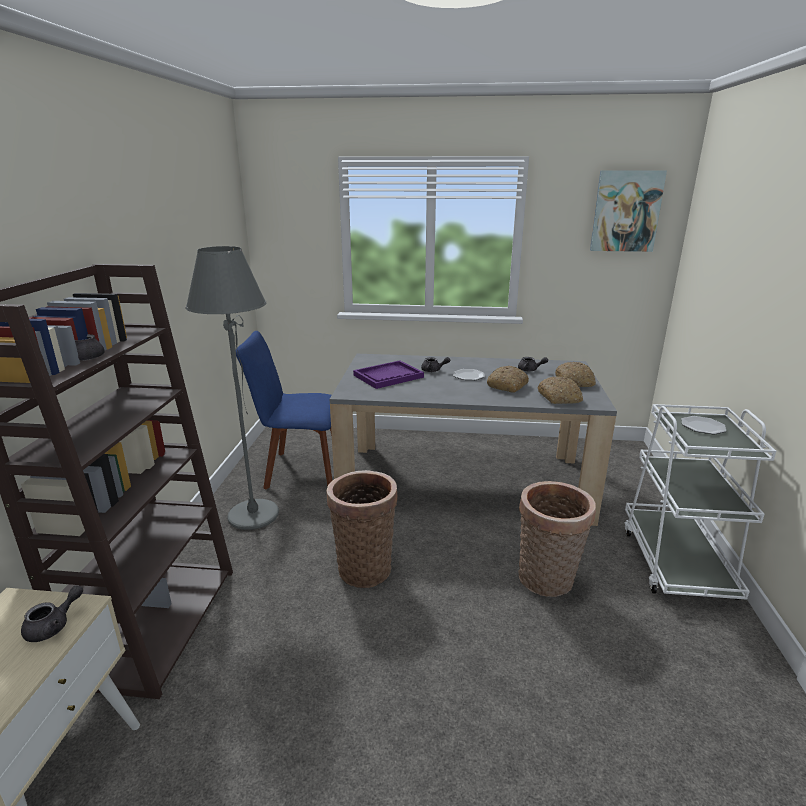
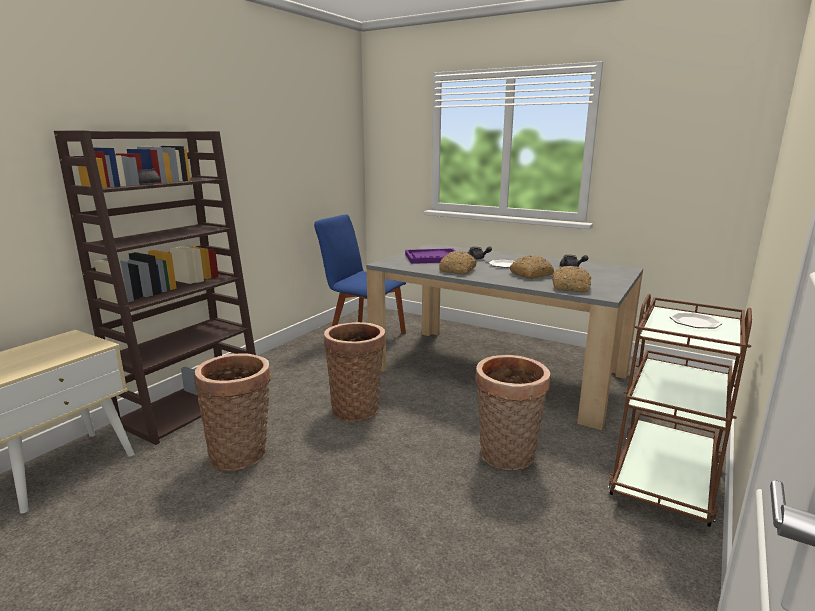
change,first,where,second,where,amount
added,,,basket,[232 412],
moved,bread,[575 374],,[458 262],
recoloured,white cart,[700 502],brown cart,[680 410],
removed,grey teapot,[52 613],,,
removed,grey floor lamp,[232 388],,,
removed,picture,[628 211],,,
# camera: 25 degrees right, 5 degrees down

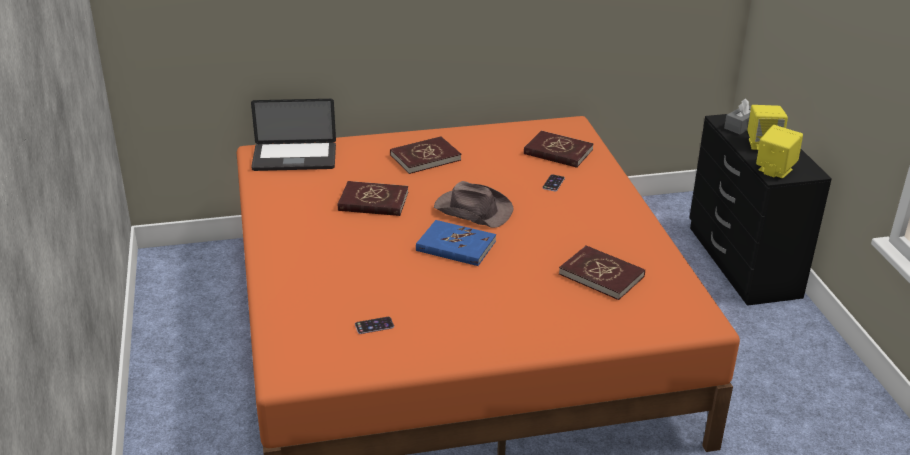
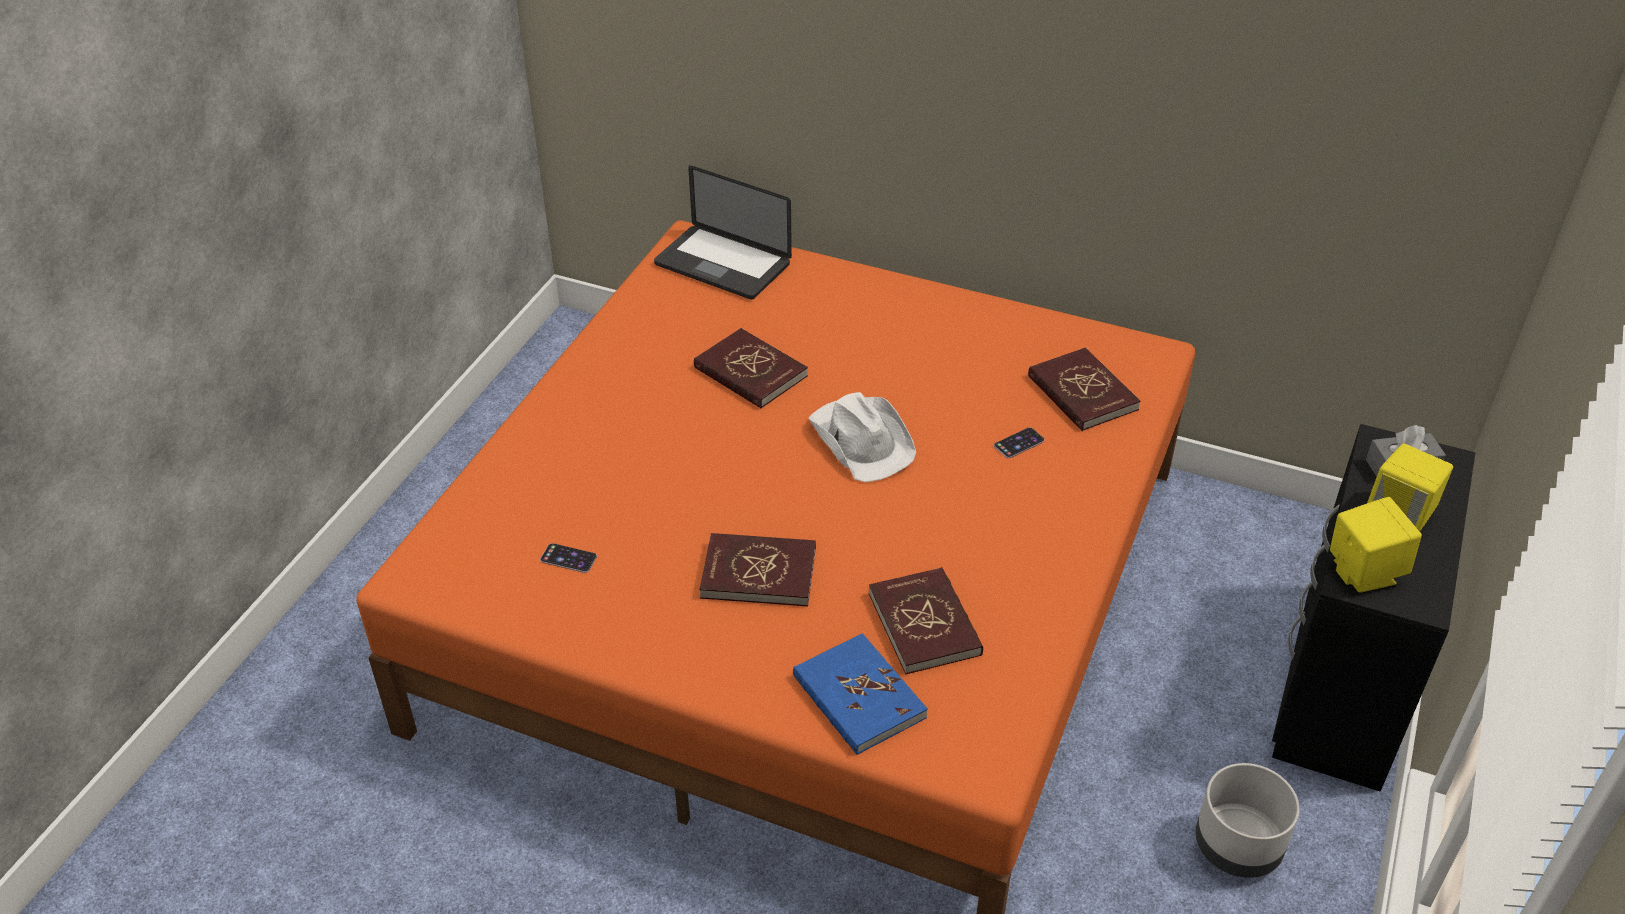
change,first,where,second,where,amount
moved,red book,[425 155],,[757 569],
moved,blue book,[456 243],,[860 694],
recoloured,brown hat,[474 204],white hat,[862 437],
added,,,grey planter,[1247 820],
# camera: 35 degrees right, 10 degrees up

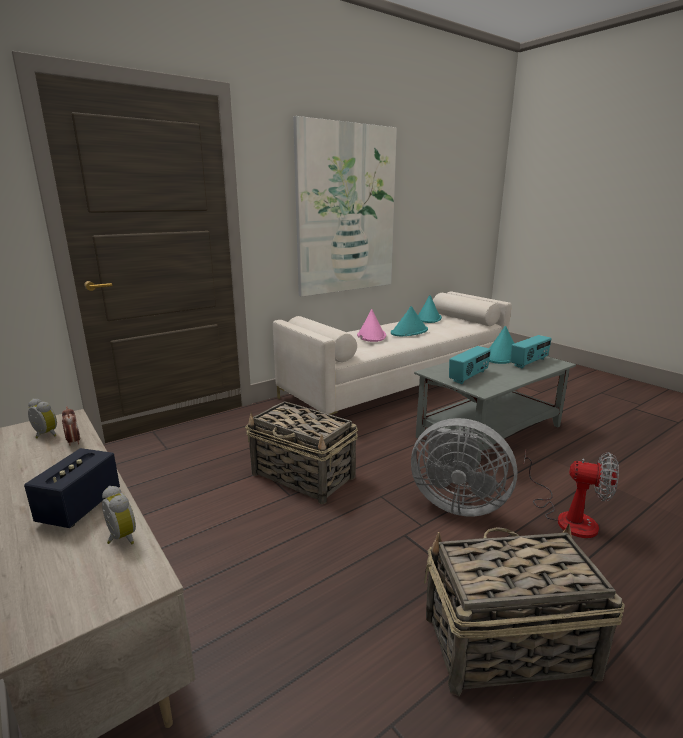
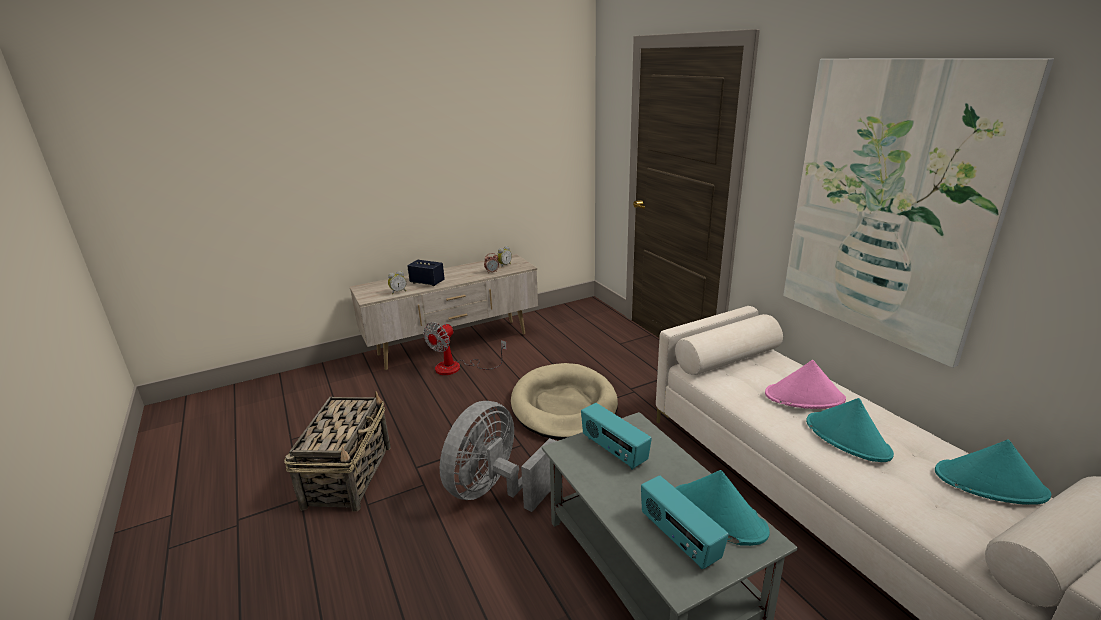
change,first,where,second,where,amount
moved,fan,[571 494],,[465 348],
replaced,basket,[301 452],beige dog bed,[564 401],
# camera: 100 degrees right, 5 degrees up

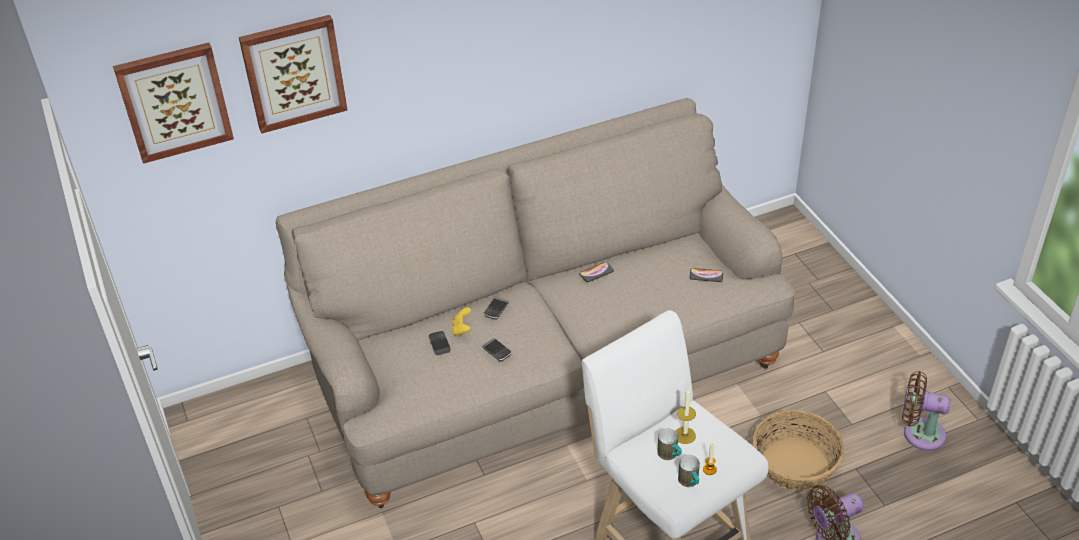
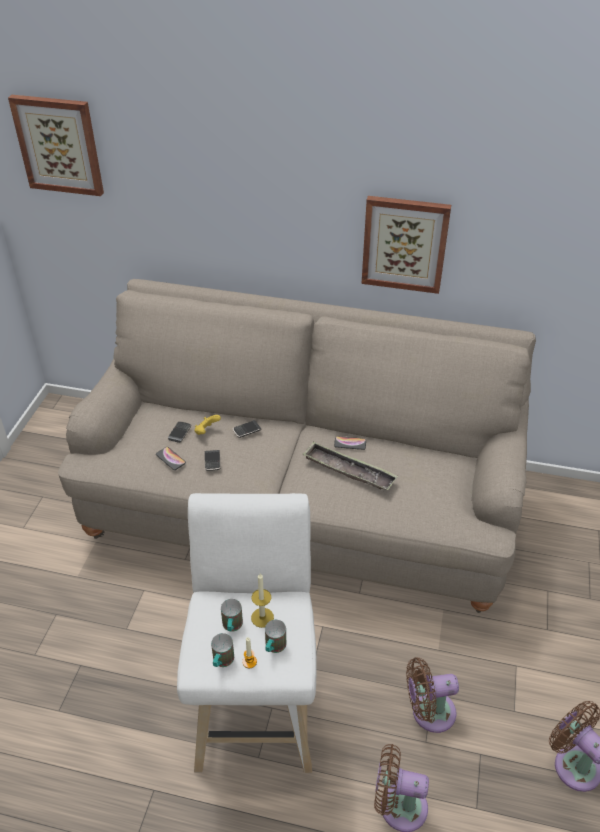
change,first,where,second,where,amount
moved,phone,[706 275],,[171 458],
added,,,mug,[275 636],
added,,,tray,[350 466],
moved,picture,[293 74],,[406 245],
replaced,basket,[798 450],brown fan,[432 695],
# camera: 35 degrees right, 0 degrees up

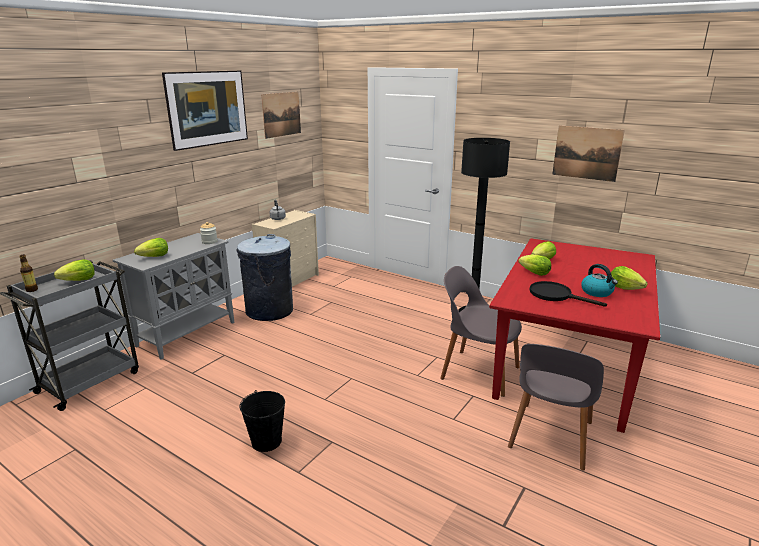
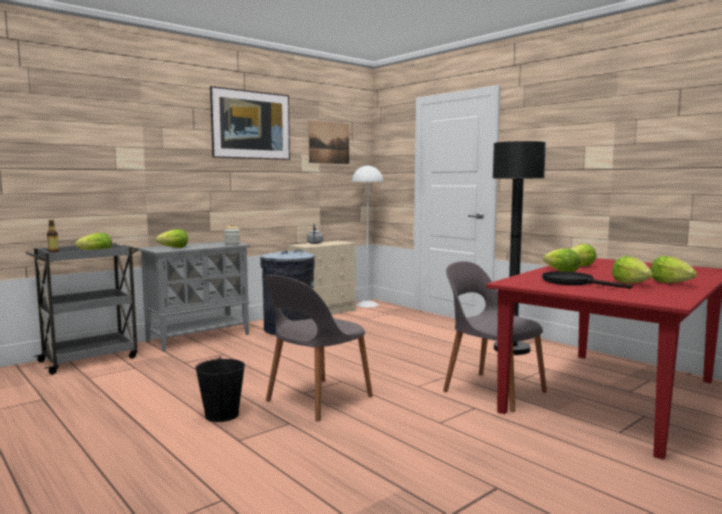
change,first,where,second,where,amount
moved,grey chair,[556 407],,[318 348],
added,,,white floor lamp,[367 236],
replaced,kettle,[599 280],lettuce,[632 270],
removed,picture,[588 154],,,
# camera: 15 degrees right, 15 degrees down

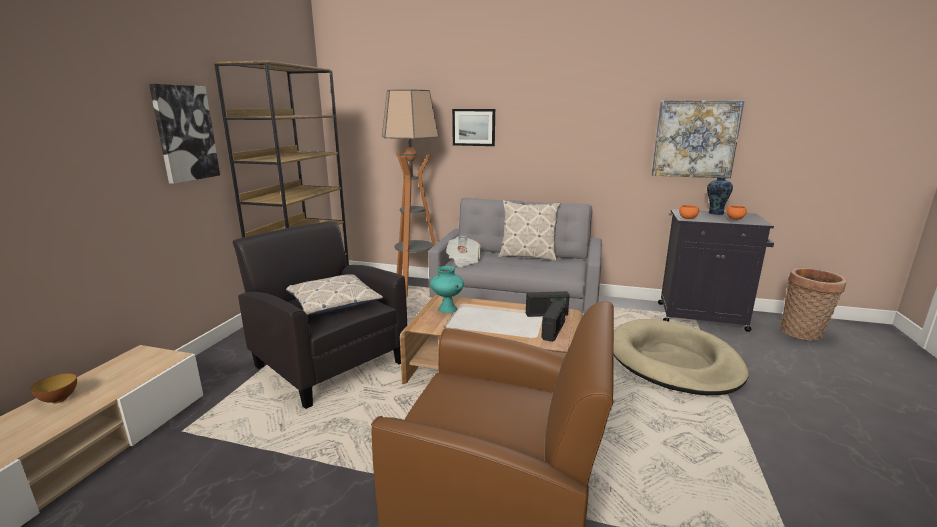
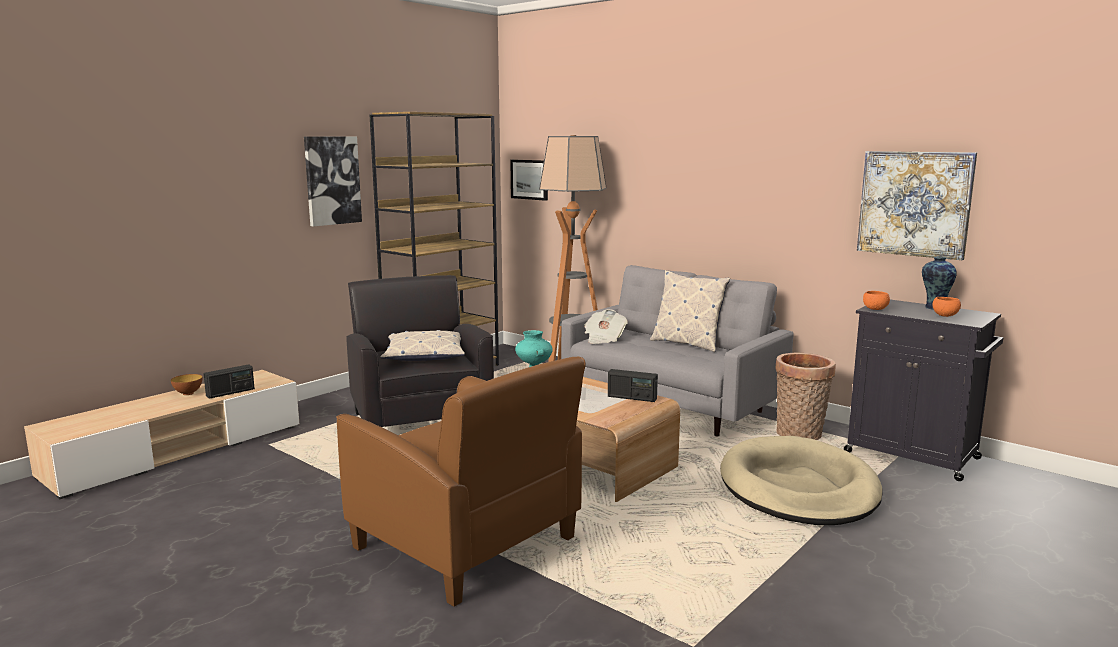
change,first,where,second,where,amount
moved,radio,[553 321],,[229 381],
moved,picture,[473 127],,[529 180],
moved,basket,[813 304],,[805 396],
# camera: 25 degrees right, 5 degrees down

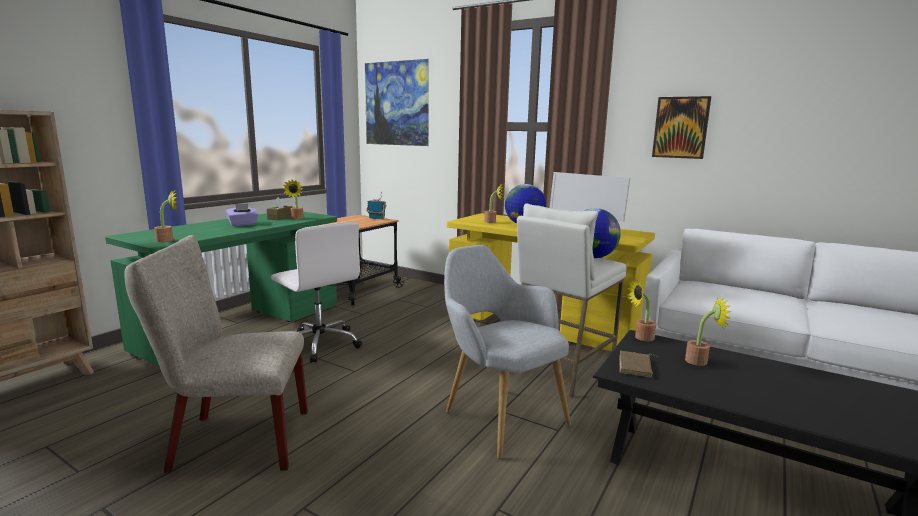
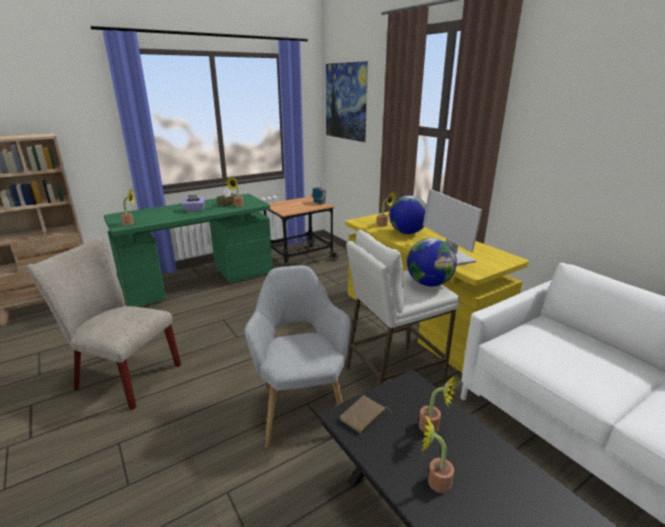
change,first,where,second,where,amount
moved,potted plant,[641 310],,[437 453],
removed,white office chair,[316 292],,,
removed,picture,[681 127],,,
# camera: 25 degrees right, 10 degrees up

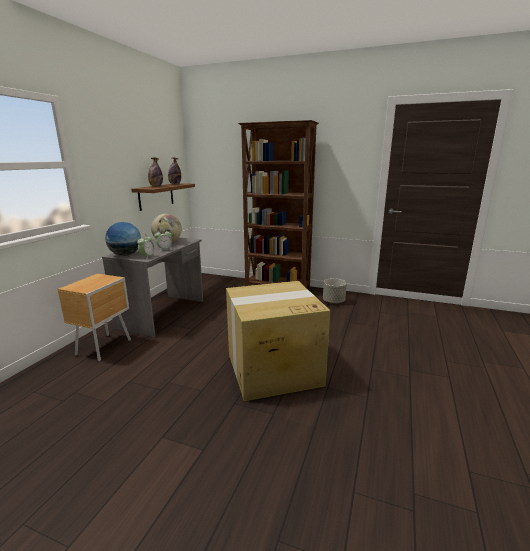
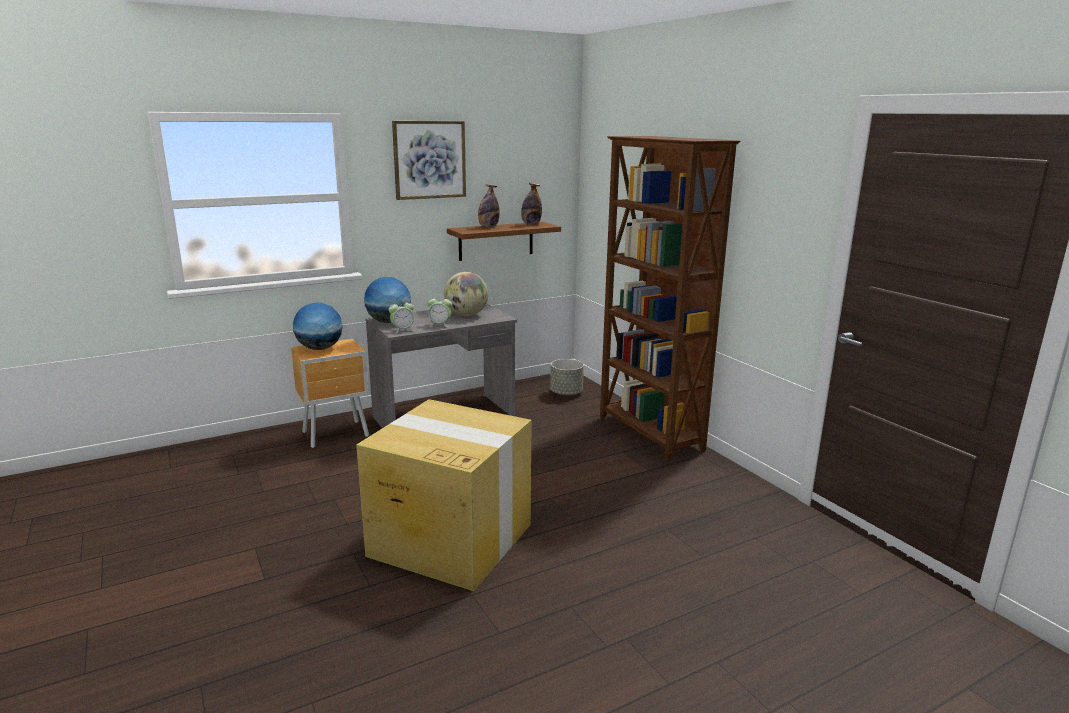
change,first,where,second,where,amount
added,,,globe,[318 326],
added,,,picture,[429 160],
moved,grey planter,[335 291],,[567 377],
# camera: 40 degrees right, 0 degrees up

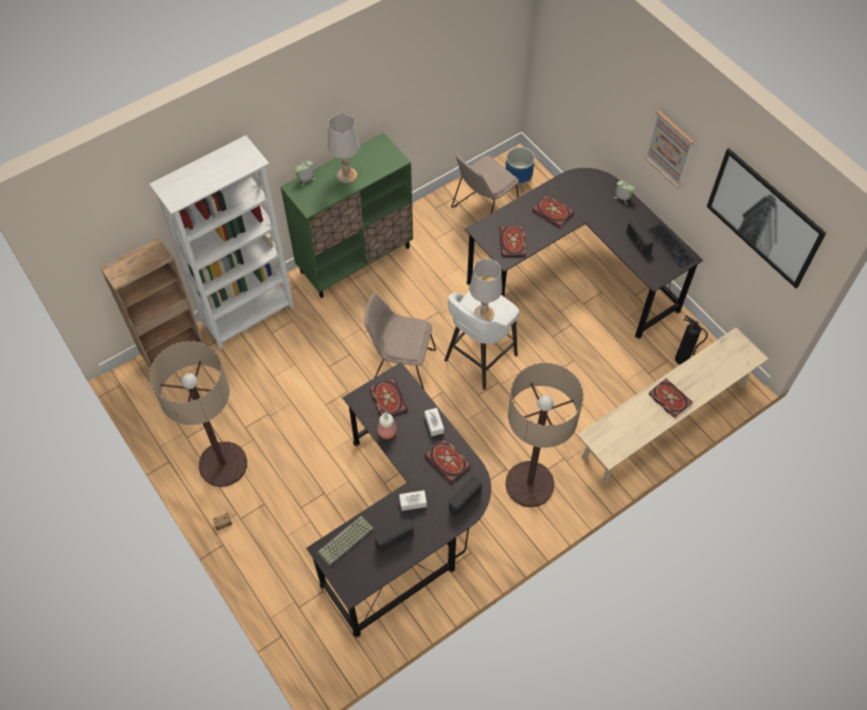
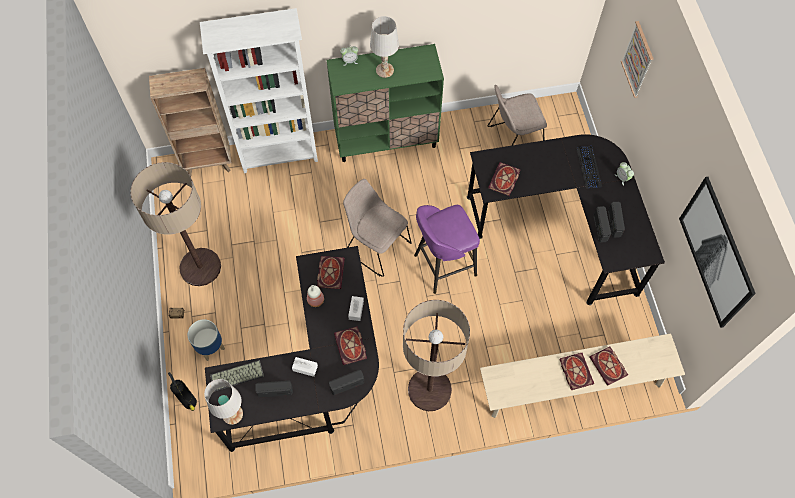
change,first,where,second,where,amount
moved,fire extinguisher,[691 340],,[182 391],
moved,planter,[520 170],,[206 340],
moved,white table lamp,[486 290],,[223 402],
recoloured,white stool,[481 340],purple stool,[447 249],
moved,keyboard,[670 244],,[589 167],
moved,book,[552 211],,[609 366],
added,,,radio,[602 224],
moved,picture,[669 150],,[637 59],
# camera: 25 degrees right, 5 degrees up

